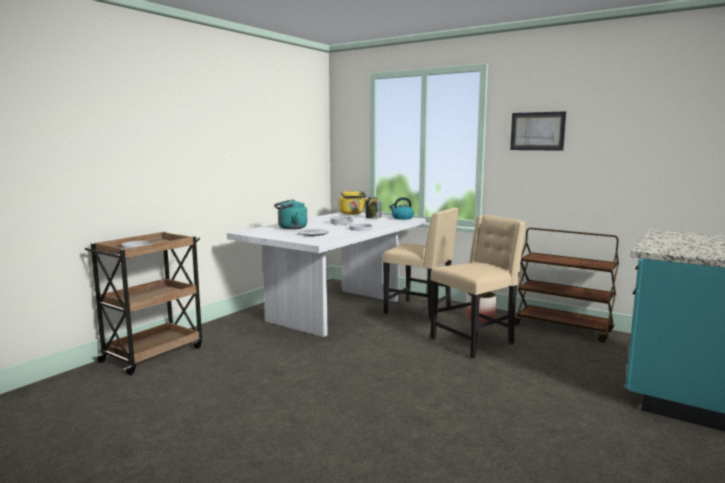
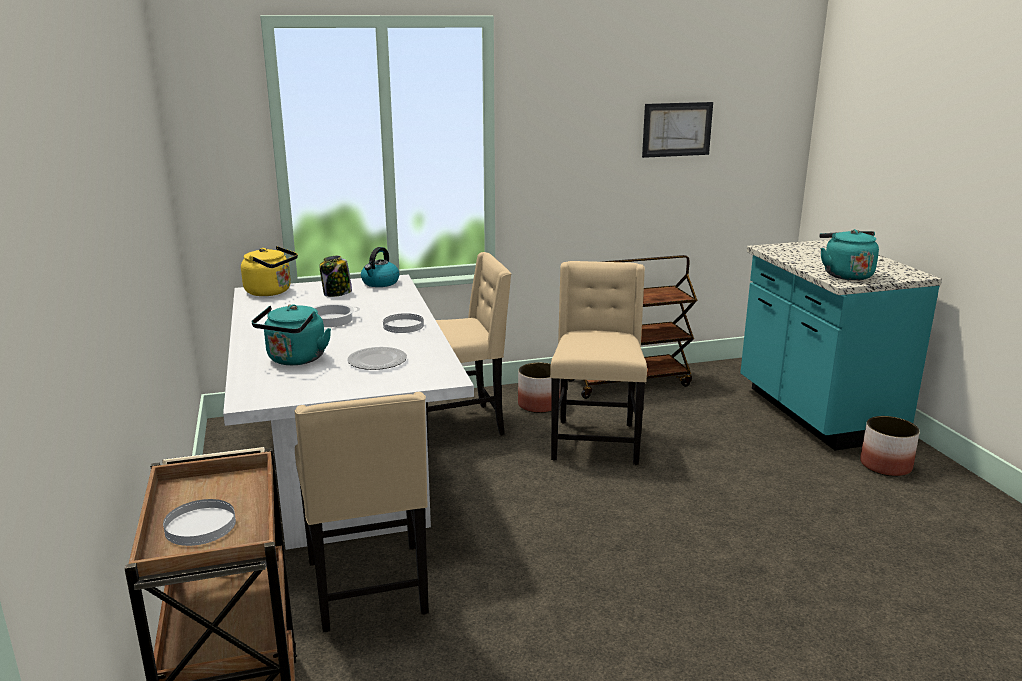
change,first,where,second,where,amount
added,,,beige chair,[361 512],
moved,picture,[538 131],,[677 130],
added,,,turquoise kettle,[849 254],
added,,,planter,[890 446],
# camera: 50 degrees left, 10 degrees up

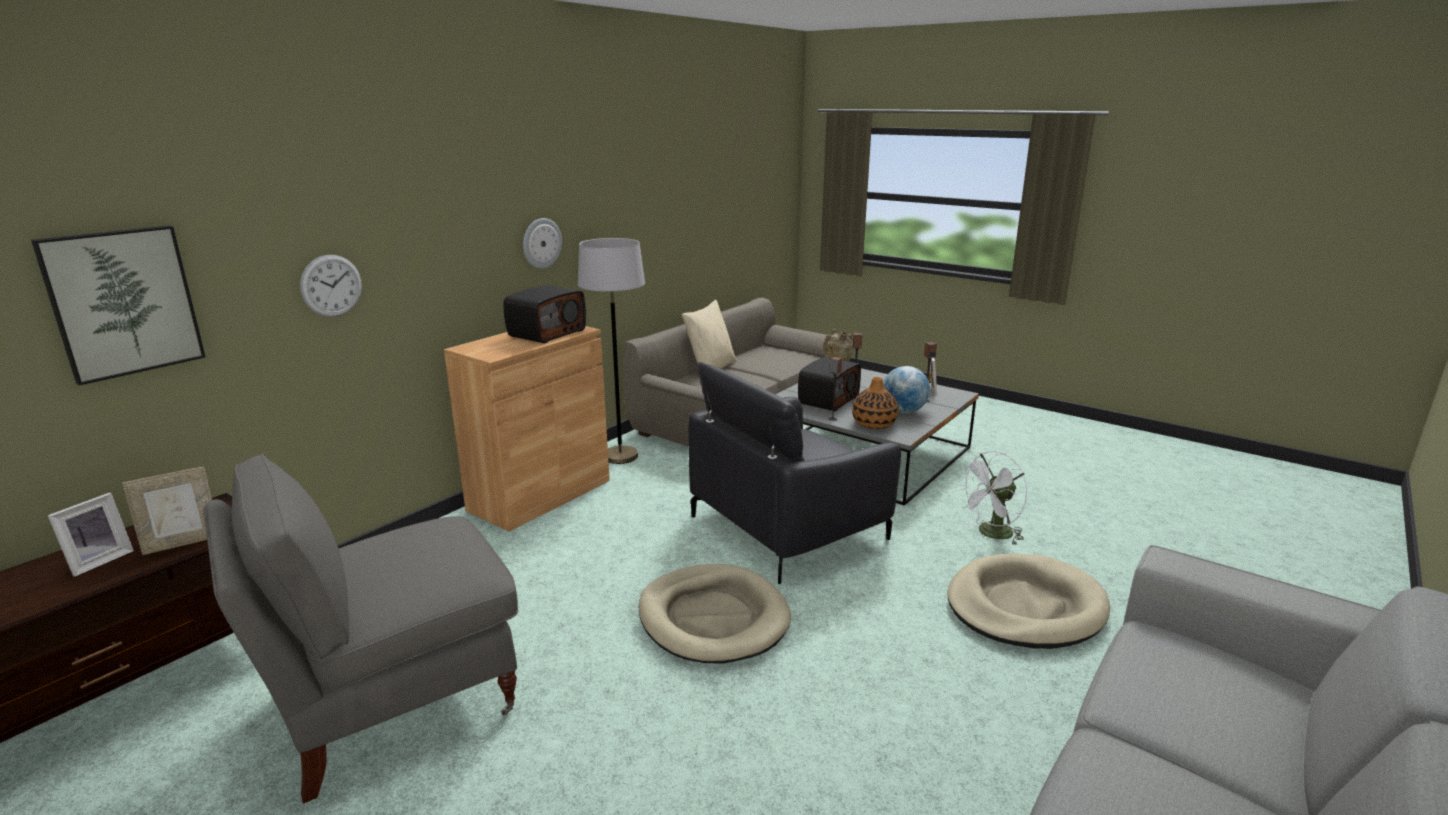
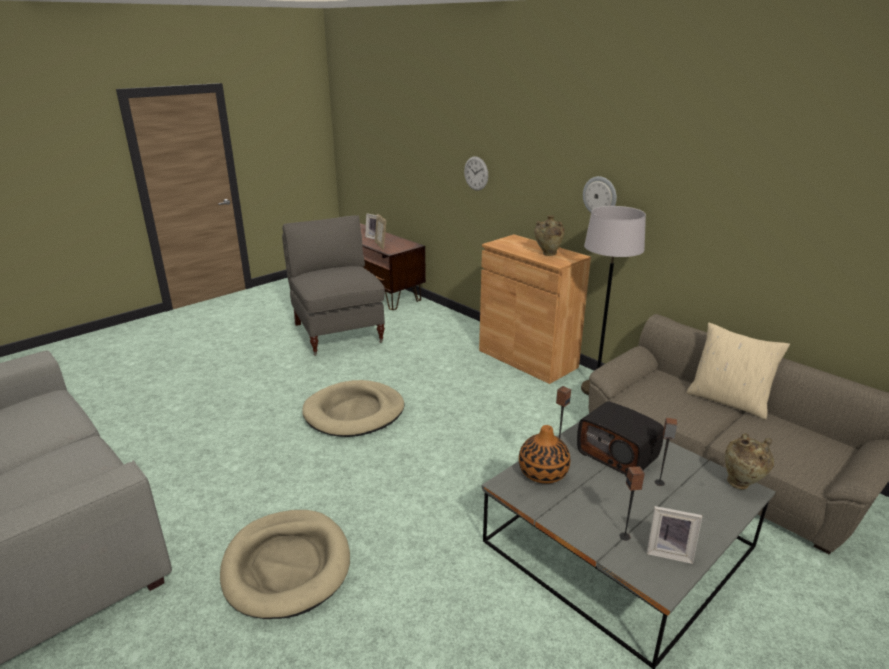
change,first,where,second,where,amount
replaced,radio,[545 314],beige vase,[549 236],
removed,picture,[118 305],,,
removed,black armchair,[794 473],,,
removed,globe,[906 389],,,
removed,white fan,[992 498],,,
# camera: 100 degrees right, 5 degrees up

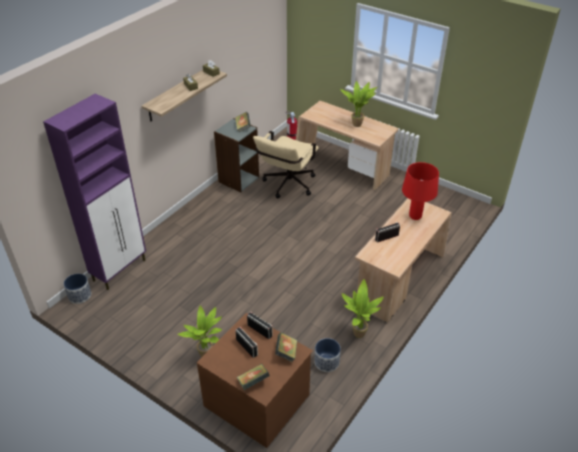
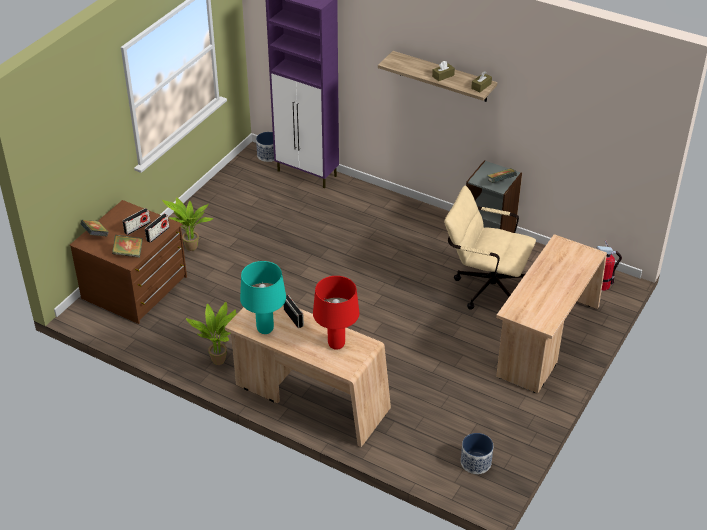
change,first,where,second,where,amount
added,,,turquoise table lamp,[263 297],
moved,planter,[327 355],,[477 453],
removed,potted plant,[359 104],,,
# camera: 85 degrees right, 0 degrees up

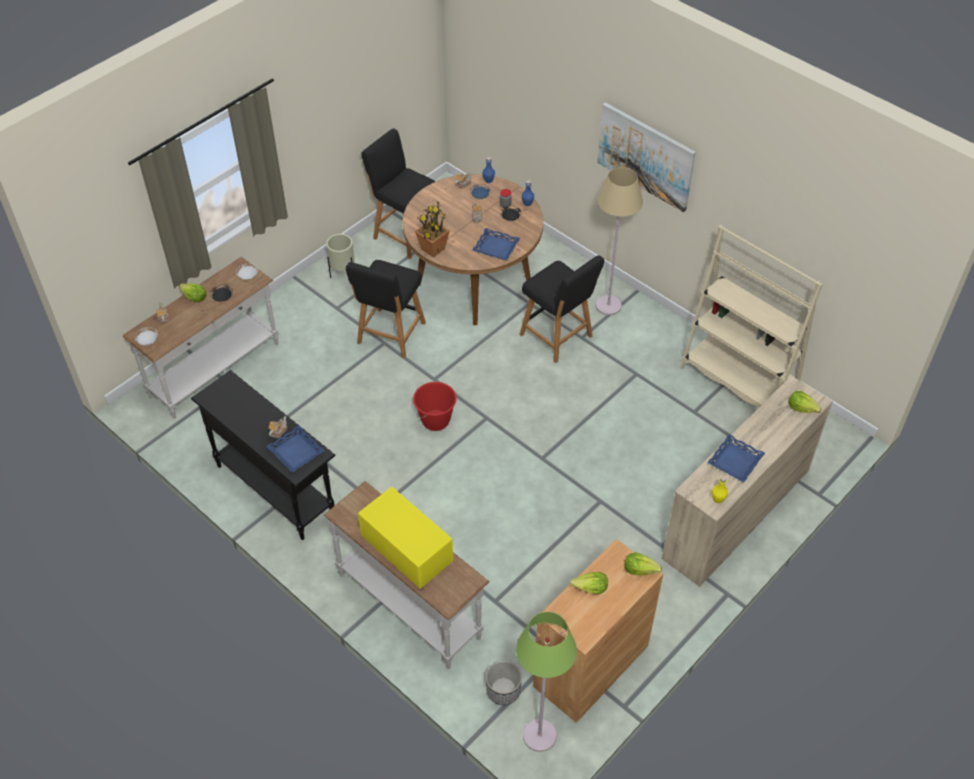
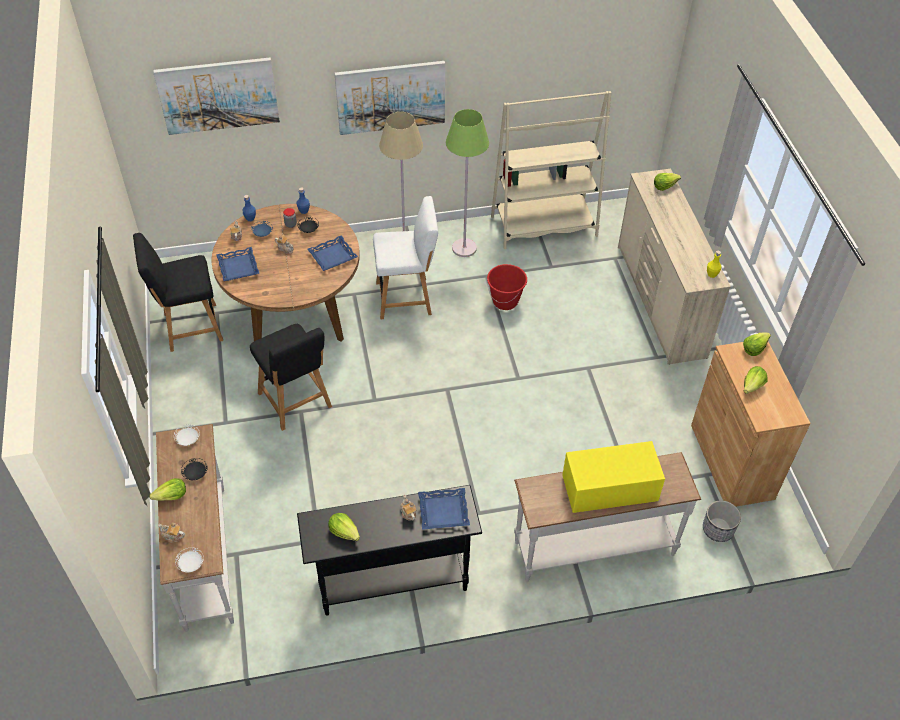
change,first,where,second,where,amount
added,,,picture,[216 96],
moved,blue tray,[736 458],,[237 264],
added,,,lettuce,[344 527],
recoloured,black chair,[561 309],white chair,[405 257],
moved,green floor lamp,[546 682],,[467 183],
moved,red bucket,[435 406],,[507 287],
removed,beige planter,[340 256],,,
removed,potted plant,[432 229],,,
# camera: 55 degrees left, 0 degrees up

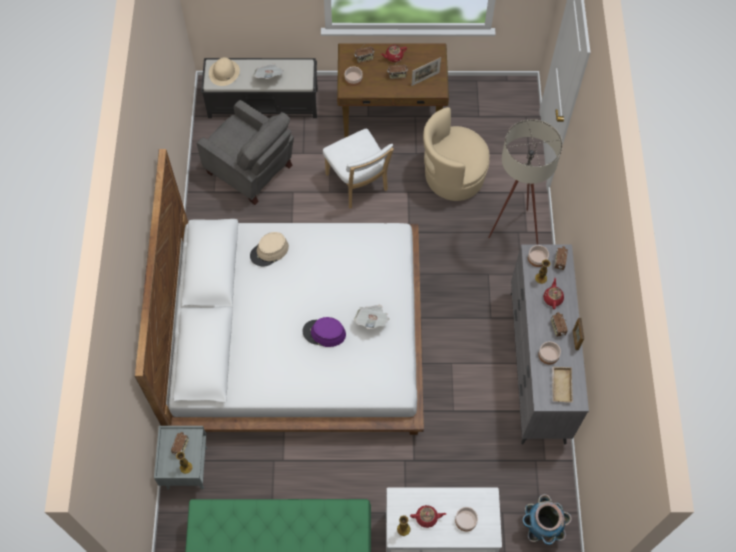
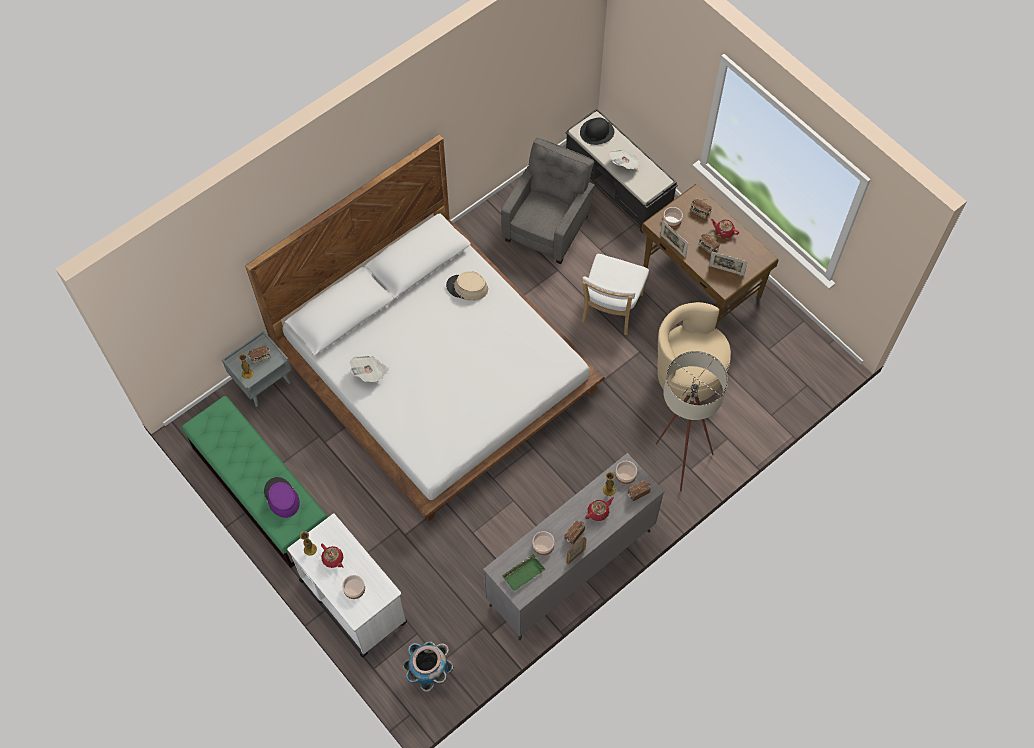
change,first,where,second,where,amount
moved,purple hat,[324 332],,[282 497],
moved,newspaper,[371 317],,[369 369],
turned,grey armchair,[245 152],,[548 201],150 degrees counterclockwise
recoloured,beige tray,[562 384],green tray,[523 572],
recoloured,beige hat,[224 71],black hat,[597 131],
added,,,picture frame,[674 239],
# camera: 50 degrees right, 0 degrees up

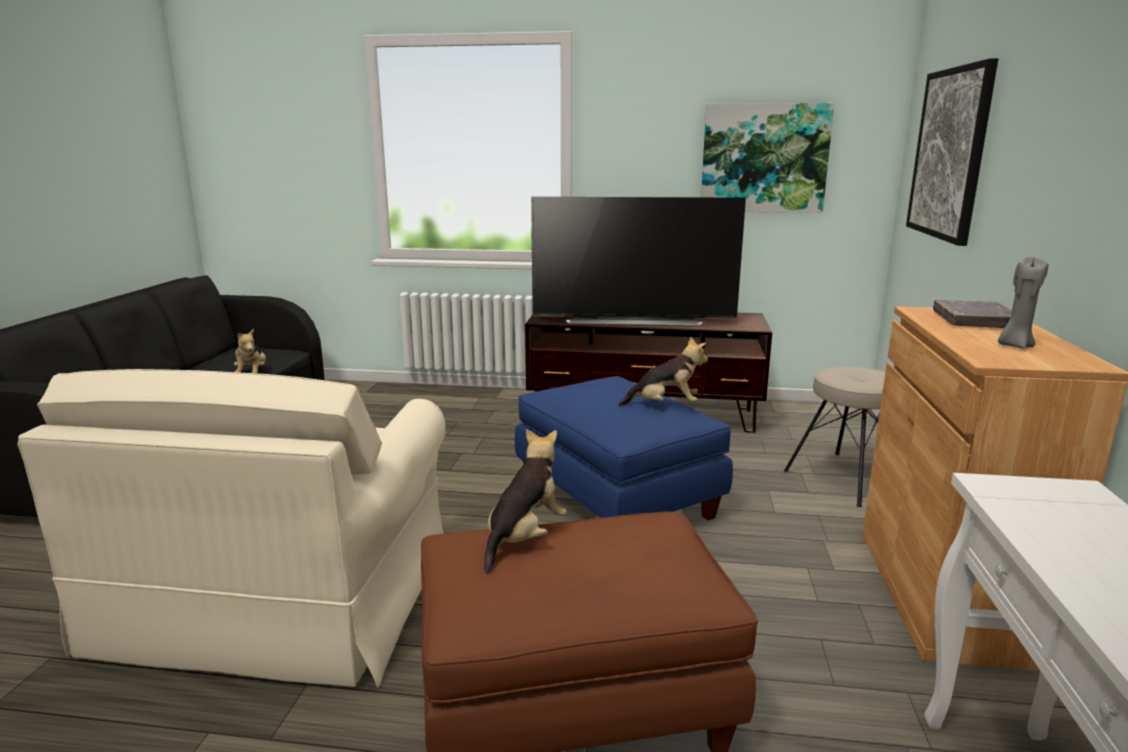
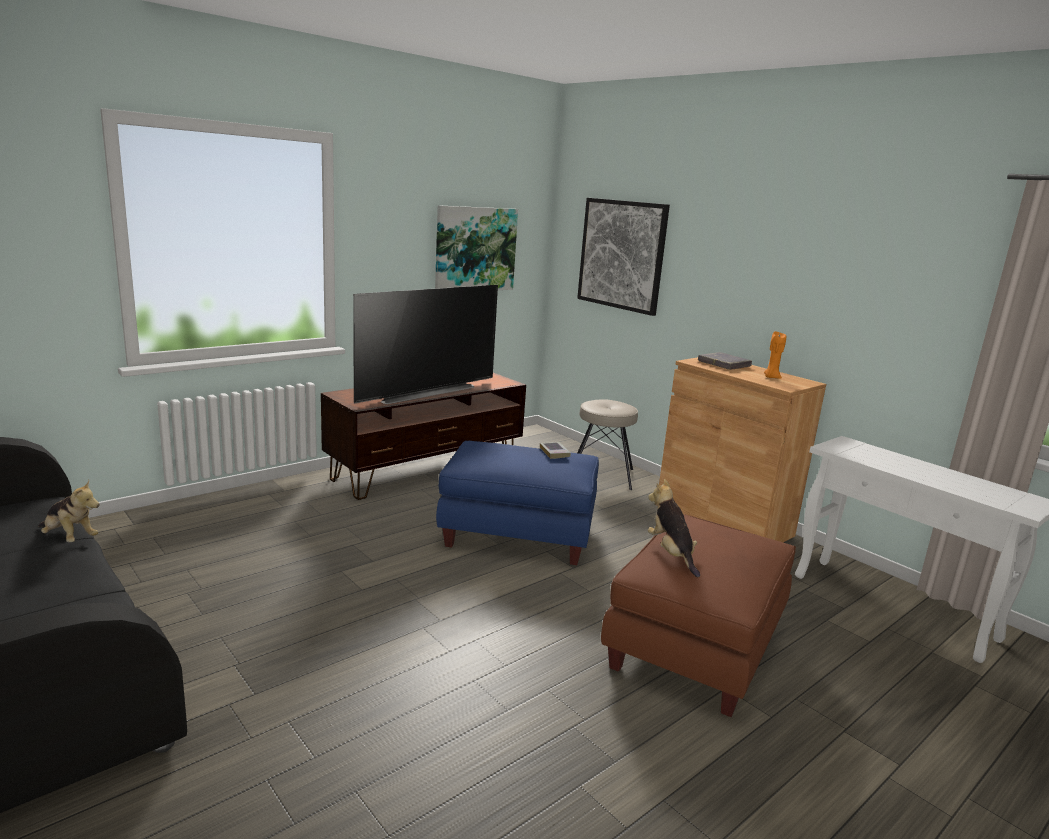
change,first,where,second,where,amount
replaced,plush toy,[663 371],book,[555 450],
recoloured,grey candle,[1023 303],orange candle,[775 355],
removed,beige armchair,[231 528],,,
# camera: 50 degrees left, 0 degrees up

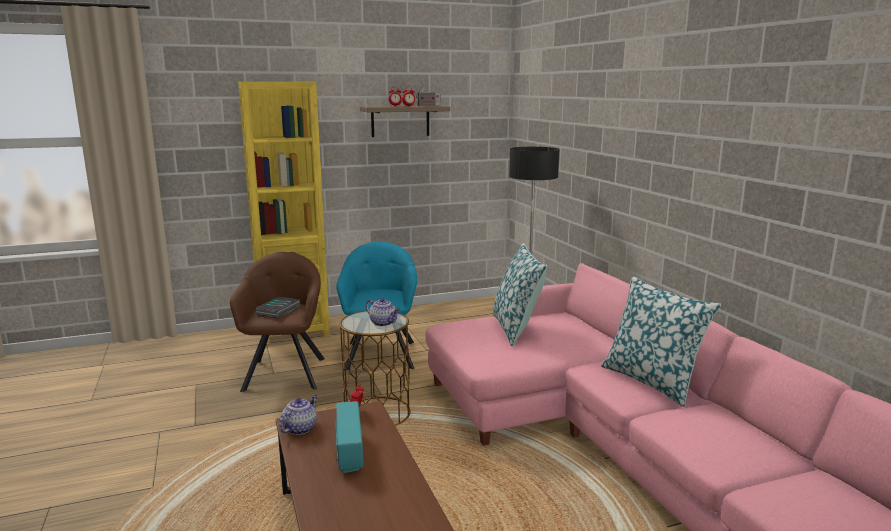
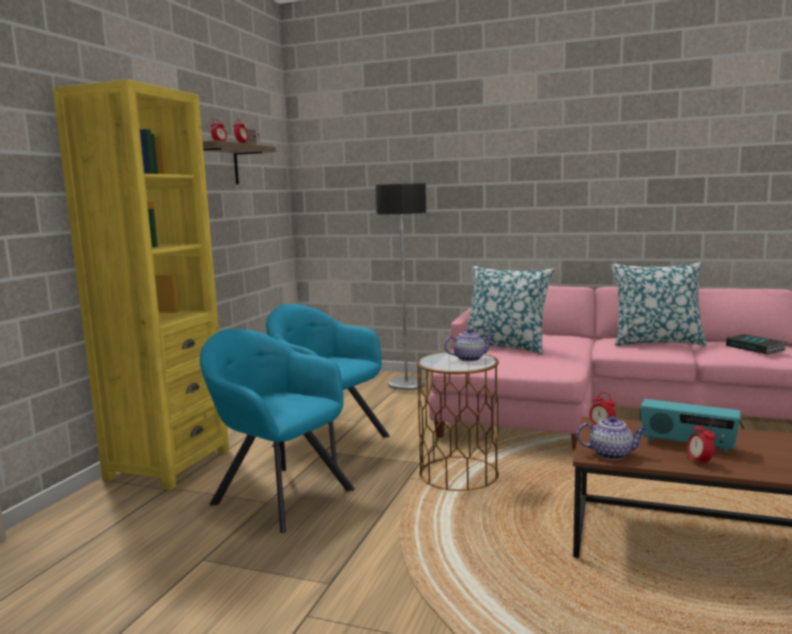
change,first,where,second,where,amount
recoloured,brown armchair,[277 322],turquoise armchair,[277 431],
turned,teapot,[298 415],,[612 438],120 degrees clockwise
added,,,alarm clock,[701 443],
moved,book,[278 307],,[756 344],
# camera: 50 degrees left, 5 degrees down

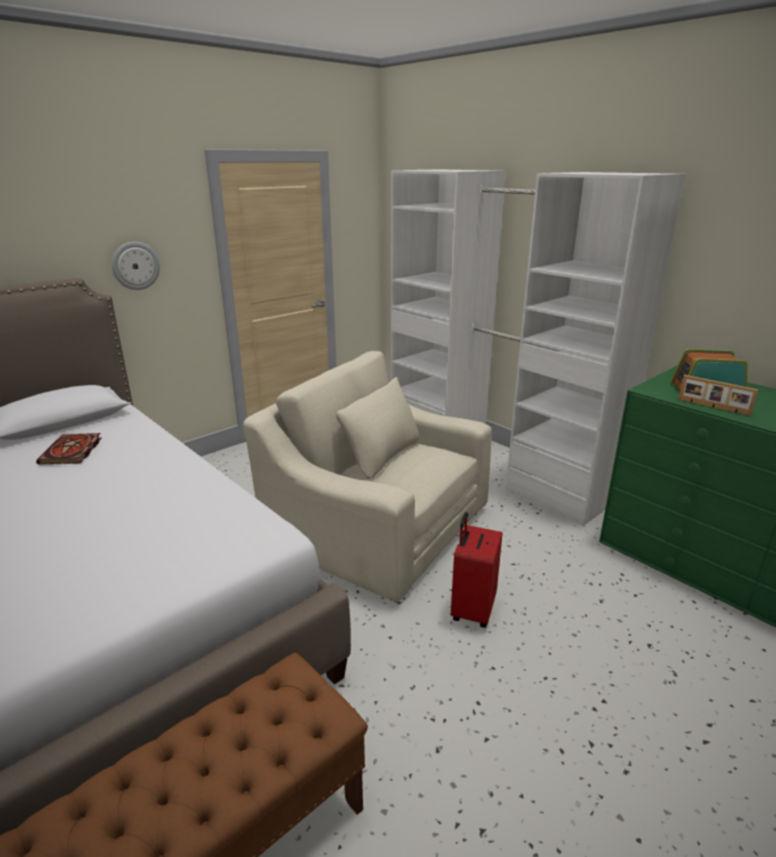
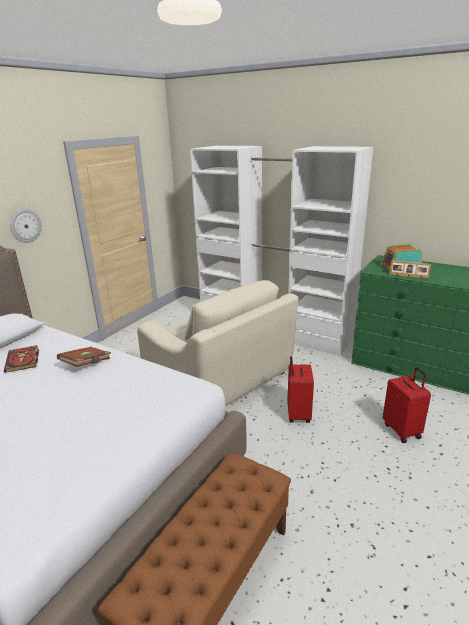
change,first,where,second,where,amount
added,,,brown book,[84 357],
turned,beige armchair,[367 477],,[218 343],150 degrees counterclockwise
added,,,red suitcase,[407 405],
# camera: 15 degrees left, 0 degrees up

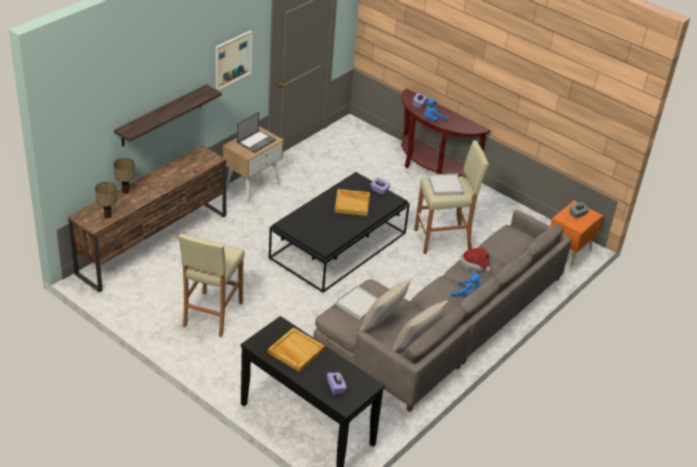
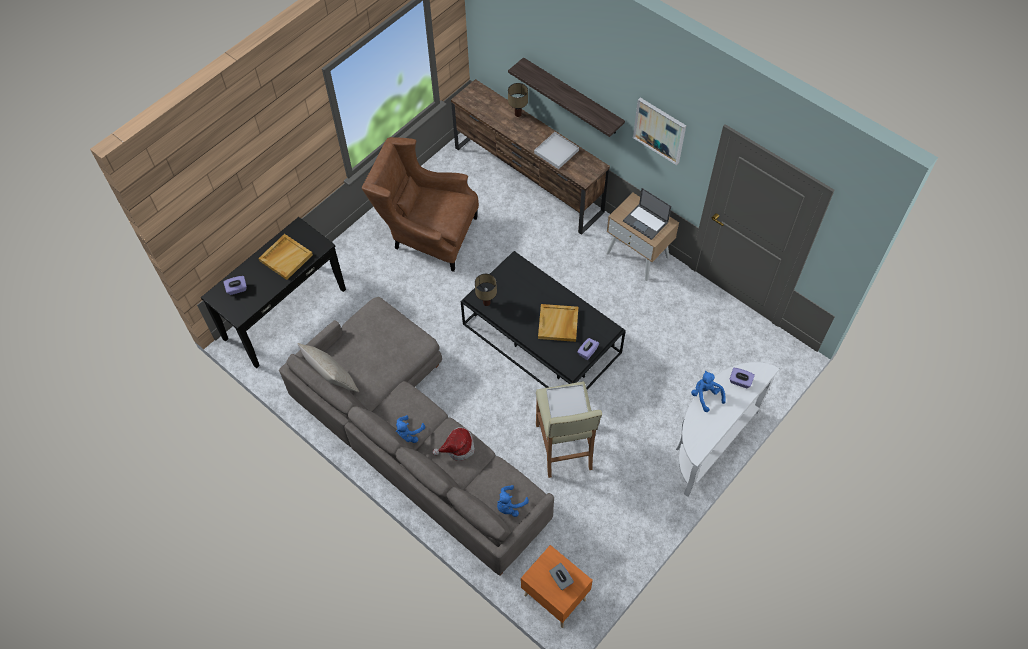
change,first,where,second,where,amount
replaced,beige stool,[212 285],brown armchair,[420 204],
moved,table lamp,[106 200],,[486 290],
added,,,blue plush toy,[513 501],
moved,white tray,[357 303],,[556 150],
recoloured,brown console table,[445 132],white console table,[727 429],
removed,beige pillow,[385 305],,,
# camera: 95 degrees right, 20 degrees up

